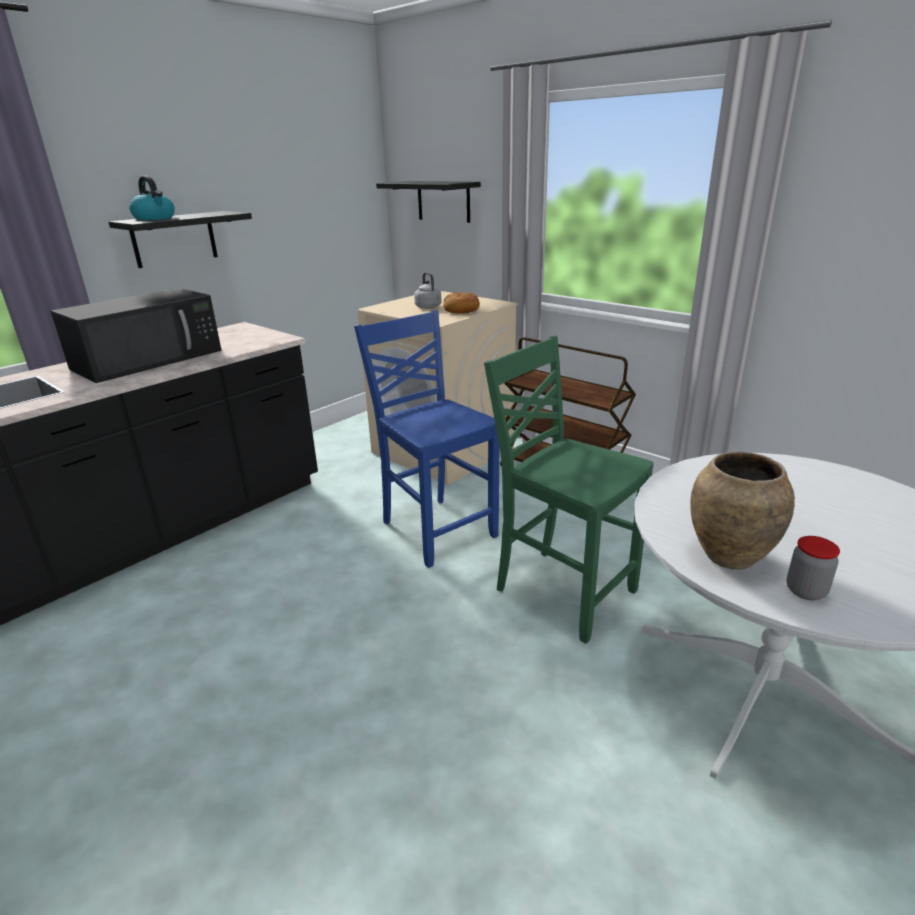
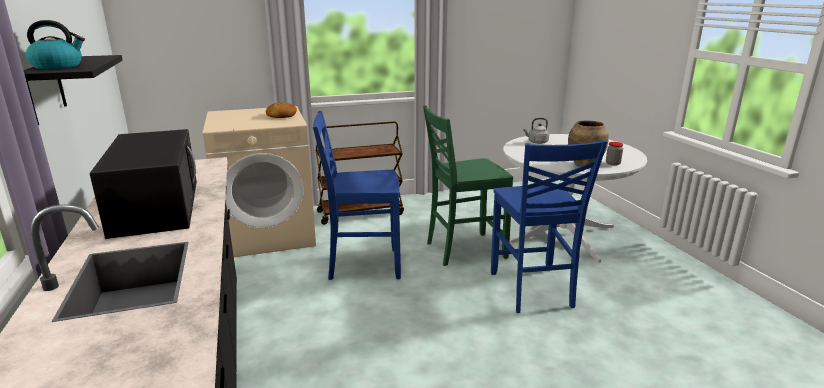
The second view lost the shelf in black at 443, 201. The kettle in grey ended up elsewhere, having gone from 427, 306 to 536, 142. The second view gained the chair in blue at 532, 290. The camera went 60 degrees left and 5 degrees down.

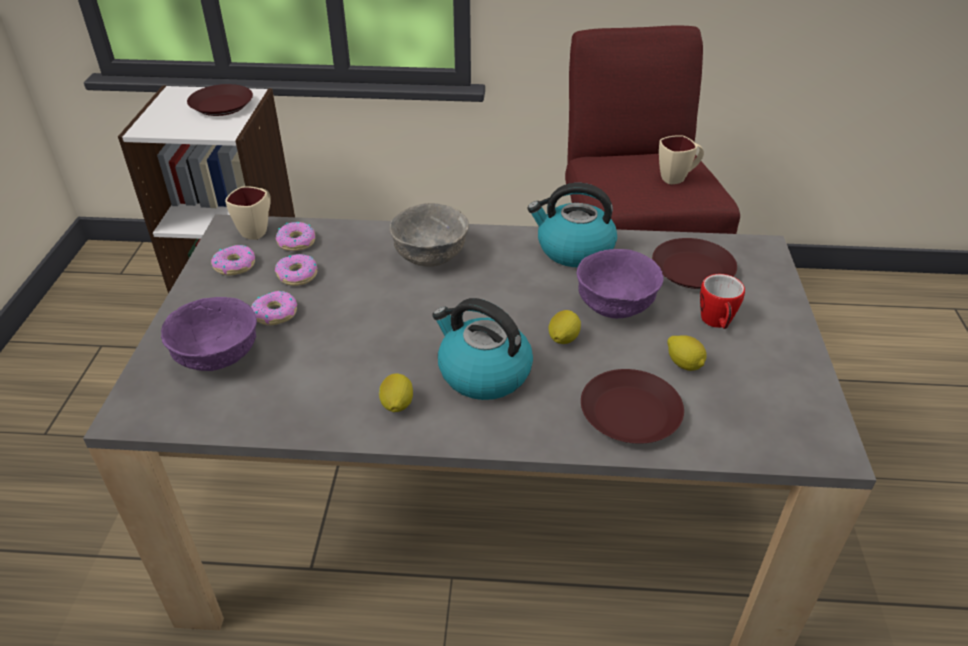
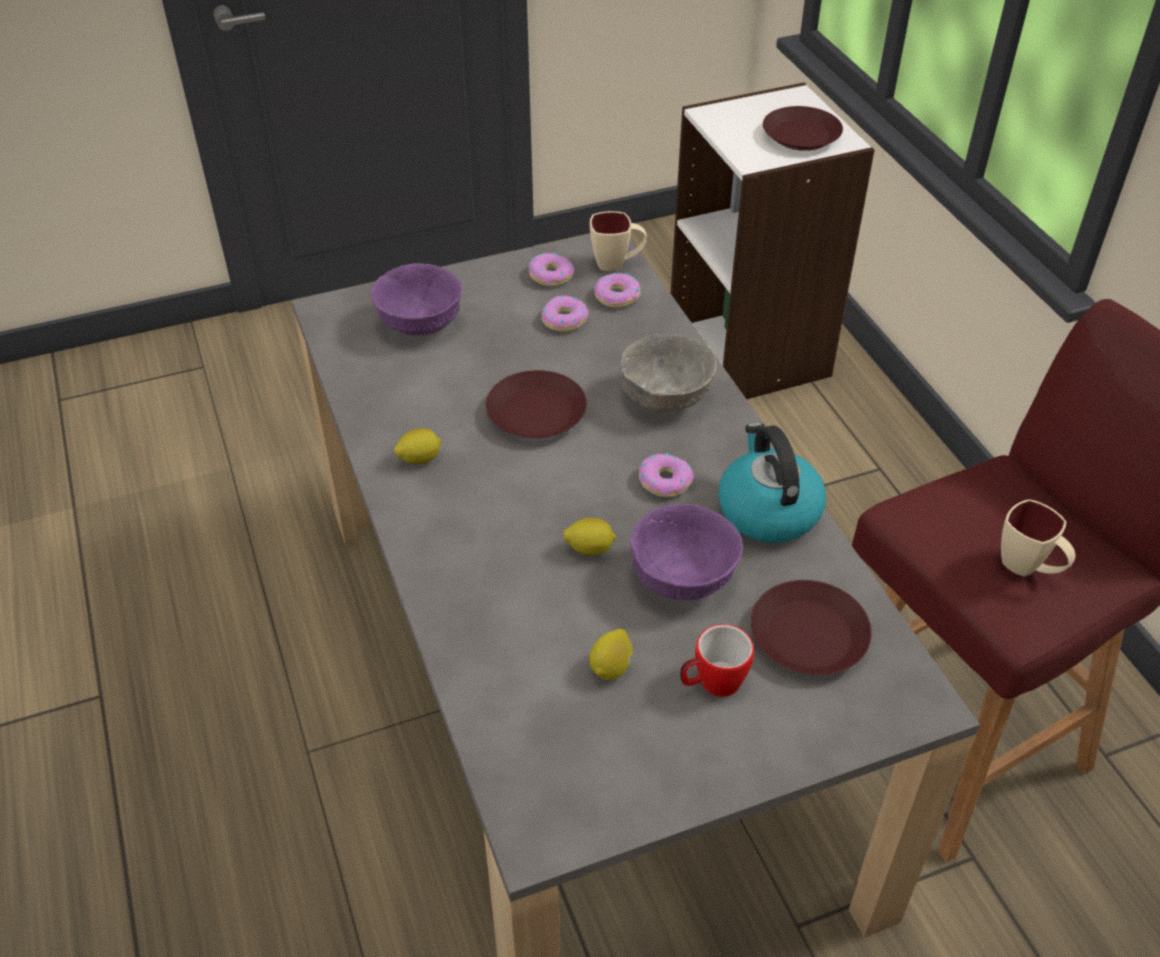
The donut ended up elsewhere, having gone from 275, 313 to 665, 481. The second view lost the kettle at 482, 373. The plate in brown ended up elsewhere, having gone from 631, 414 to 536, 414. The camera went 65 degrees right and 5 degrees up.

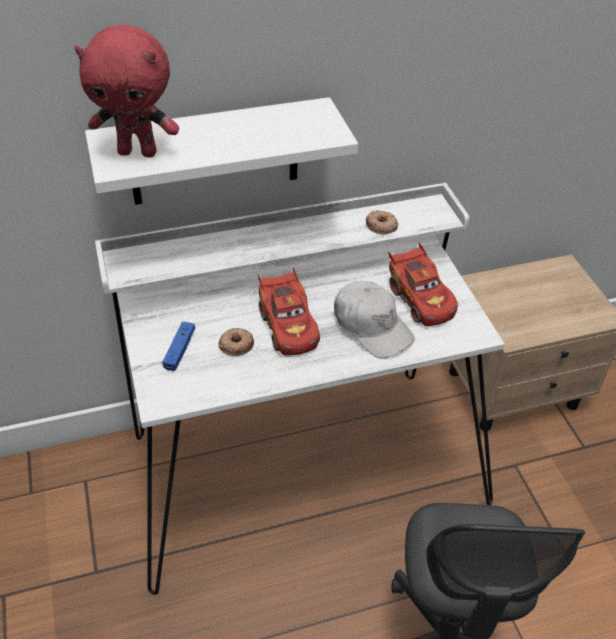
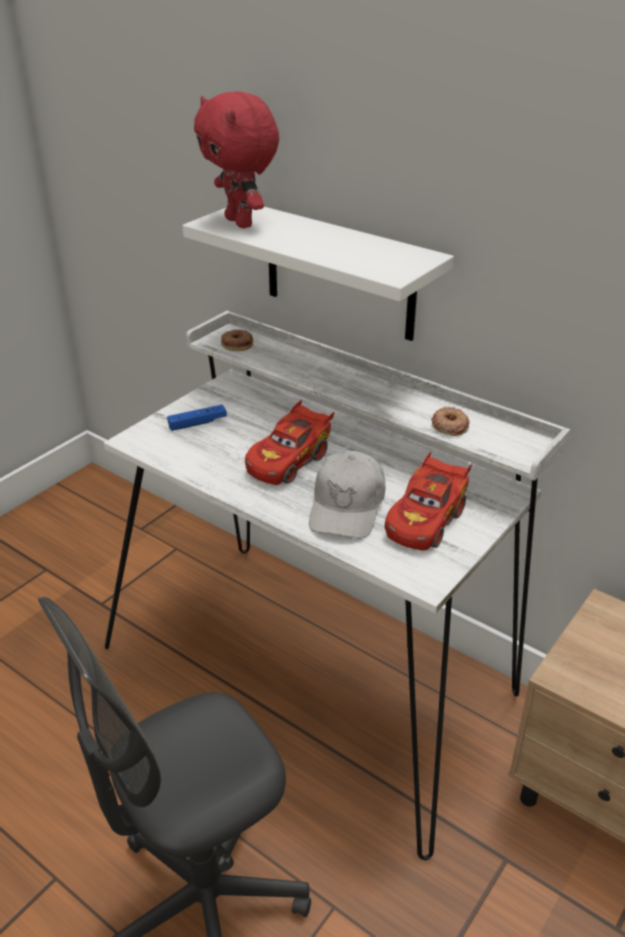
The donut ended up elsewhere, having gone from 236, 344 to 237, 344. The camera went 55 degrees right and 10 degrees down.

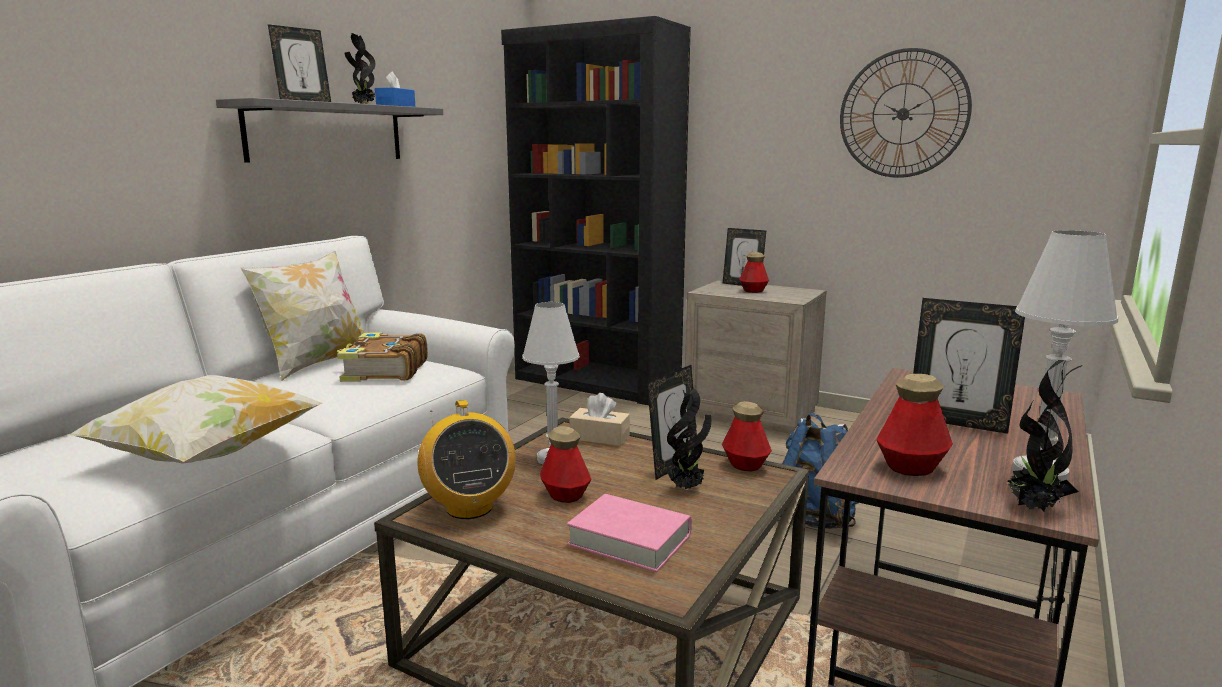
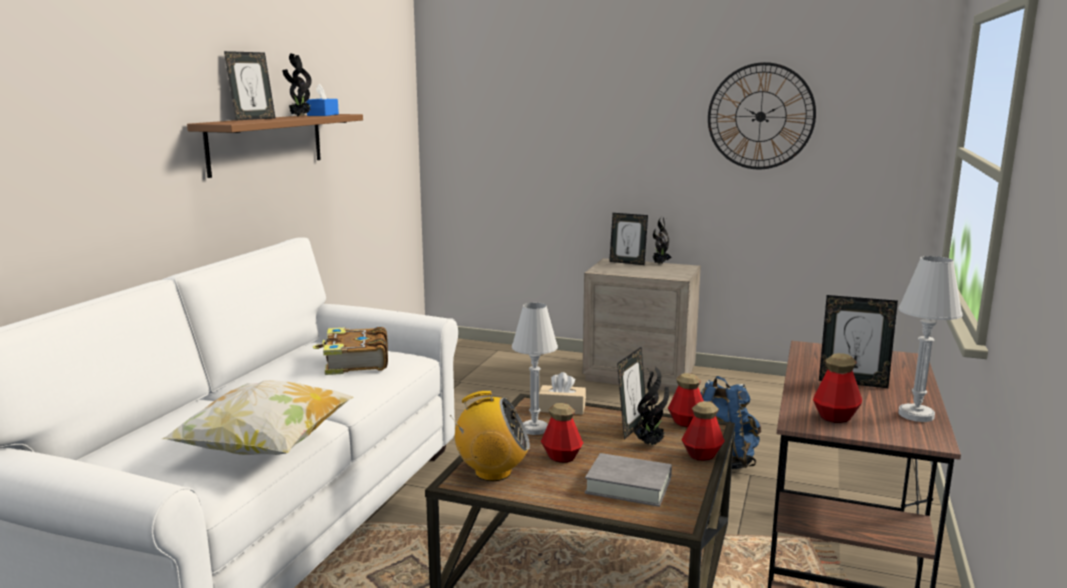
The second view lost the bookcase in black at 597, 382. What was the shelf in grey at 327, 132 turned into the shelf in brown at 266, 143. The second view lost the pillow at 316, 363. The bottle ended up elsewhere, having gone from 753, 291 to 702, 455. The potted plant ended up elsewhere, having gone from 1034, 508 to 660, 264. The radio at 469, 507 ended up facing another way, 60 degrees counterclockwise from before. What was the book in pink at 629, 540 turned into the book in grey at 628, 486. The camera went 10 degrees left and 0 degrees up.

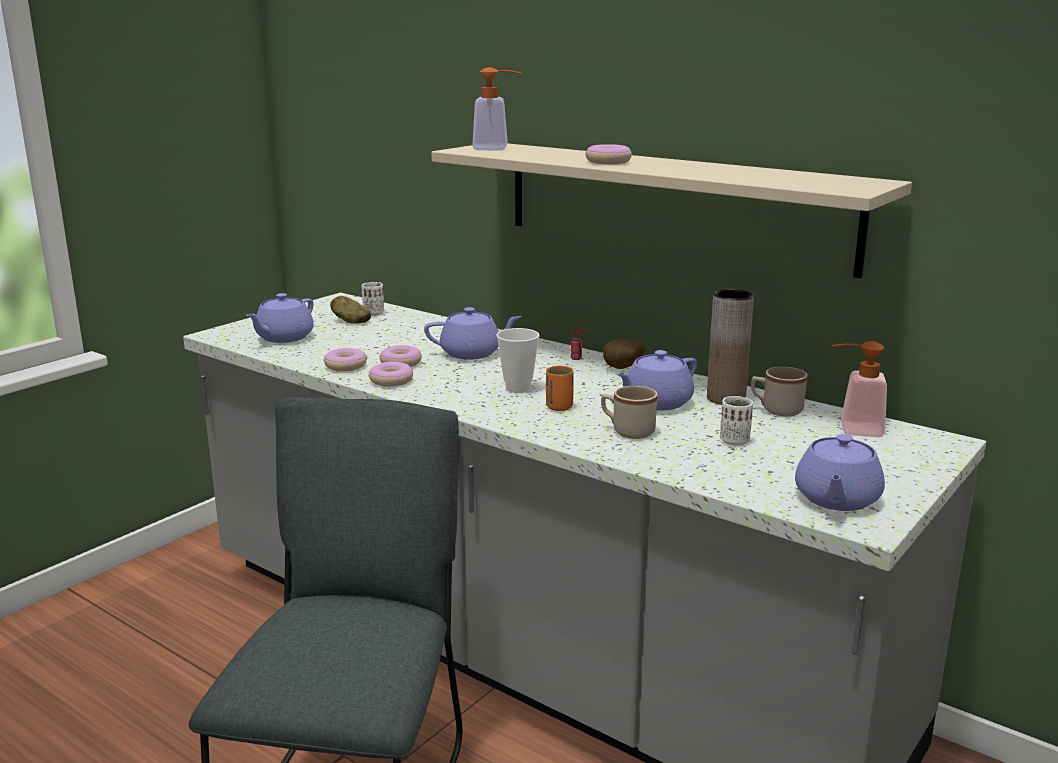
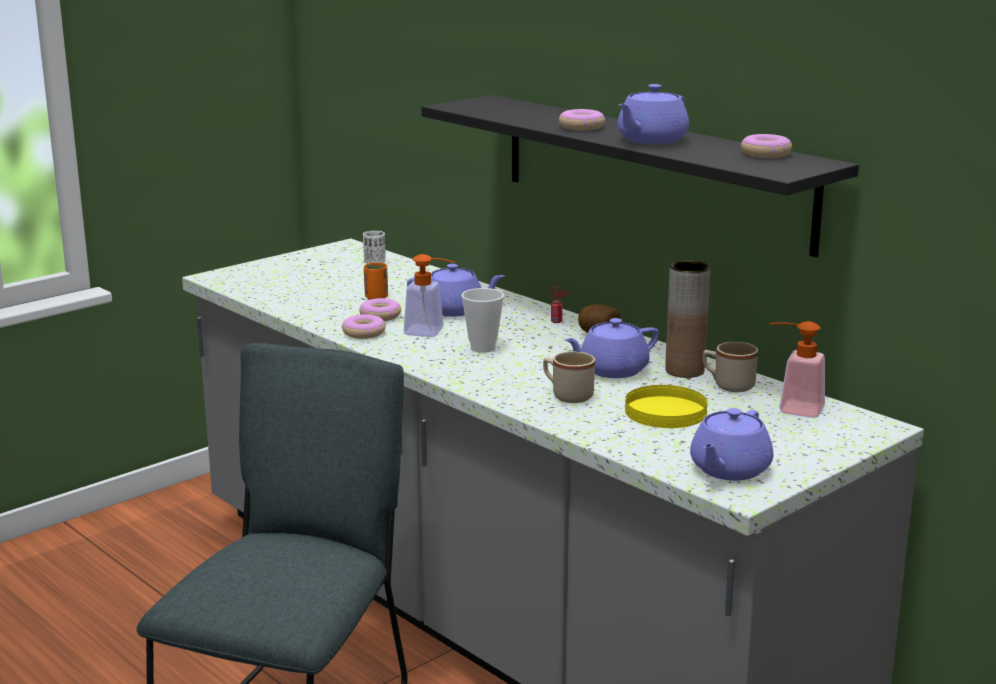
The soap dispenser ended up elsewhere, having gone from 497, 148 to 431, 332. What was the shelf in beige at 672, 204 turned into the shelf in black at 652, 170. The teapot in purple ended up elsewhere, having gone from 283, 338 to 651, 140. The second view lost the potato at 350, 321. The donut ended up elsewhere, having gone from 345, 366 to 766, 154. The cup in orange ended up elsewhere, having gone from 559, 407 to 376, 298. Where the cup in white stood at 734, 441, the plate in yellow came to stand at 666, 411. The camera went 10 degrees right and 0 degrees up.

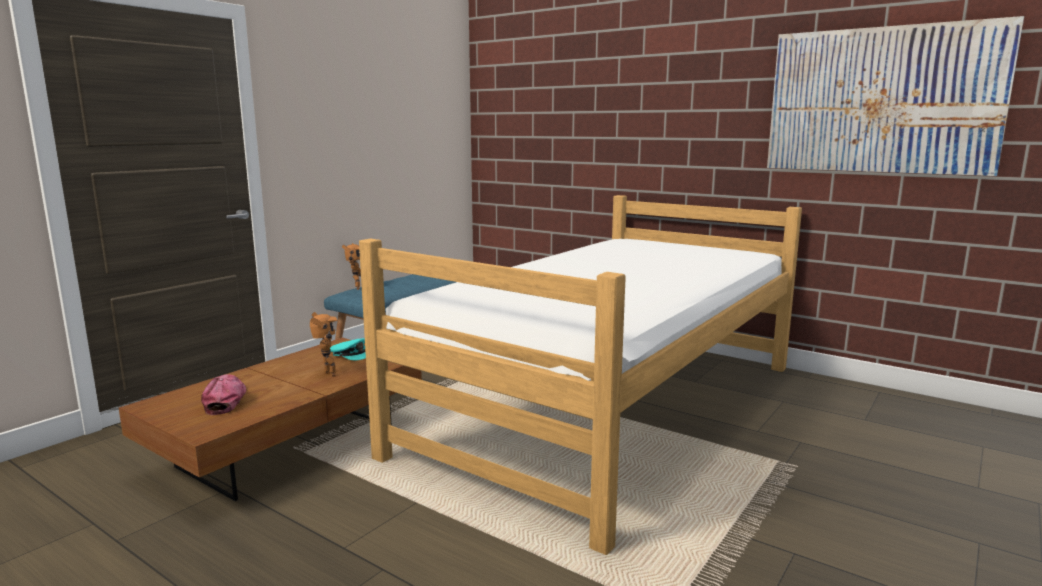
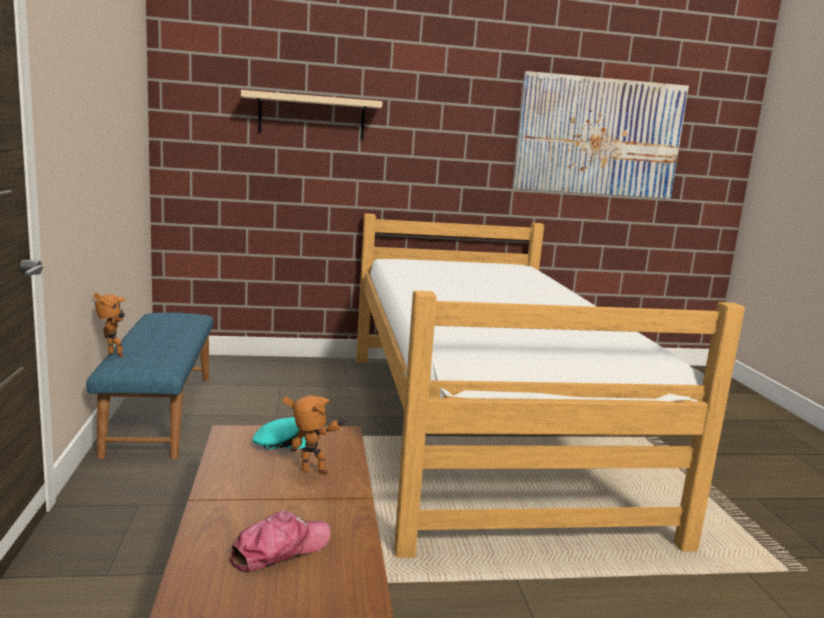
The cap at 225, 401 ended up facing another way, 105 degrees clockwise from before. The second view gained the shelf in beige at 312, 116. The camera went 45 degrees left and 0 degrees up.

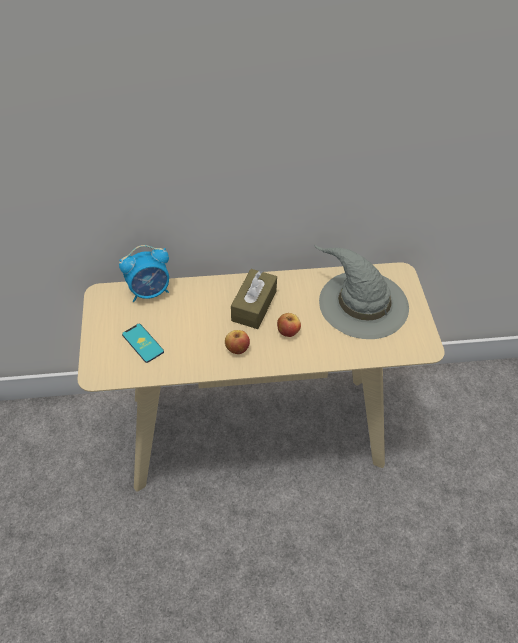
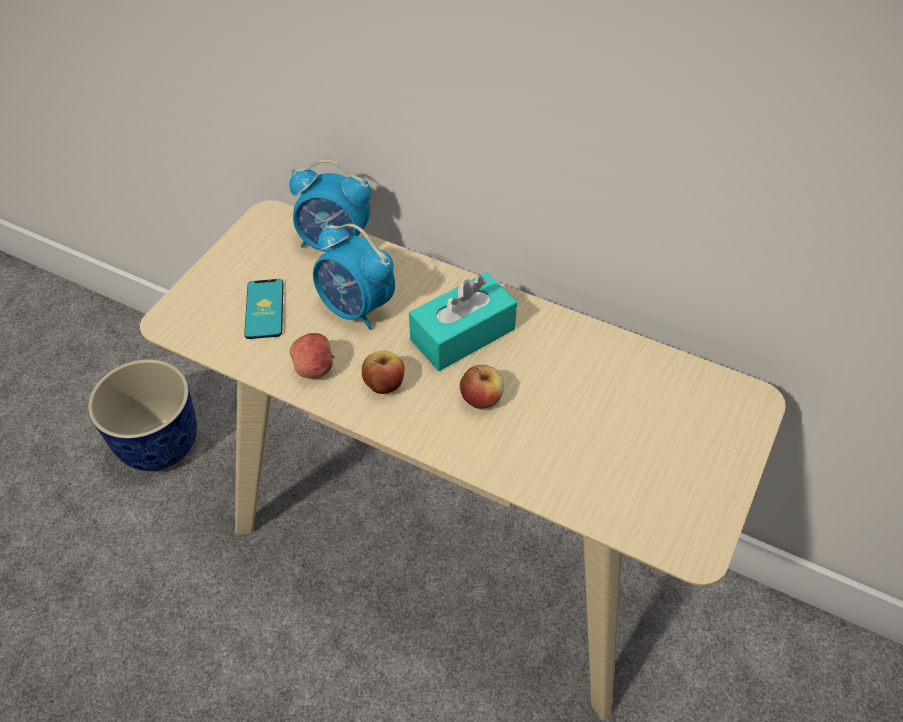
The second view lost the hat in grey at 362, 303. What was the tissue box in brown at 254, 306 turned into the tissue box in turquoise at 462, 334. The second view gained the alarm clock at 356, 308. The second view gained the apple at 314, 368. The second view gained the planter at 161, 445. The camera went 35 degrees right and 0 degrees up.

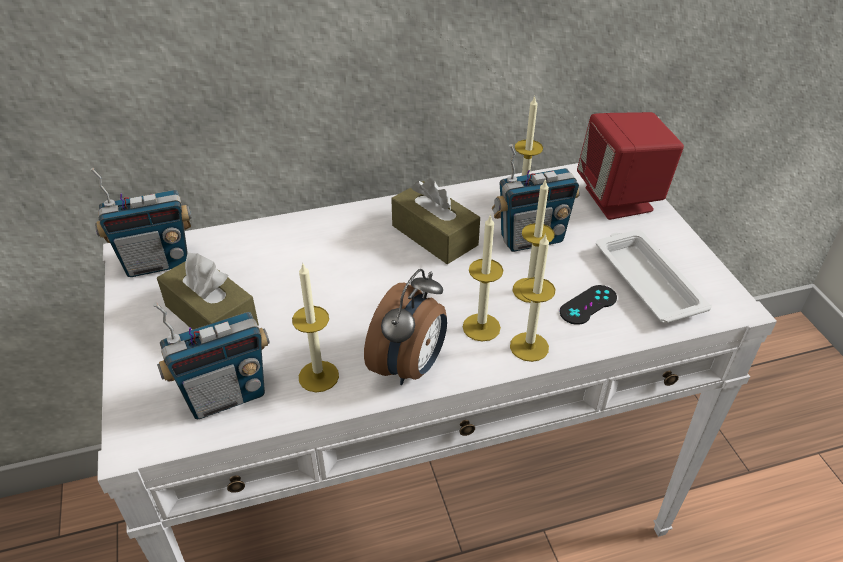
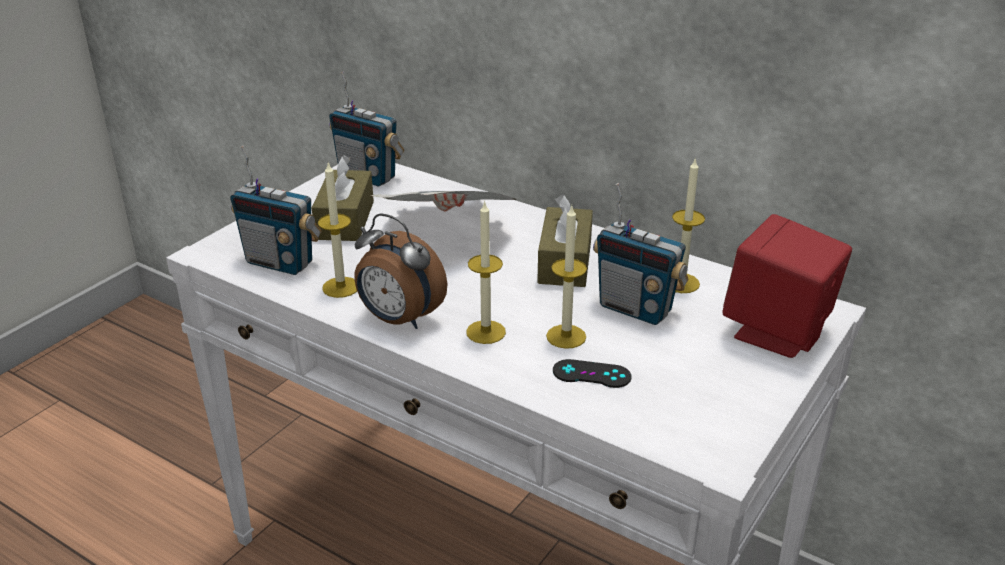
The second view lost the tray in white at 646, 280. The second view lost the candle at 529, 347. The alarm clock at 410, 366 ended up facing another way, 45 degrees clockwise from before. The second view gained the newspaper at 447, 231. The camera went 50 degrees right and 10 degrees down.

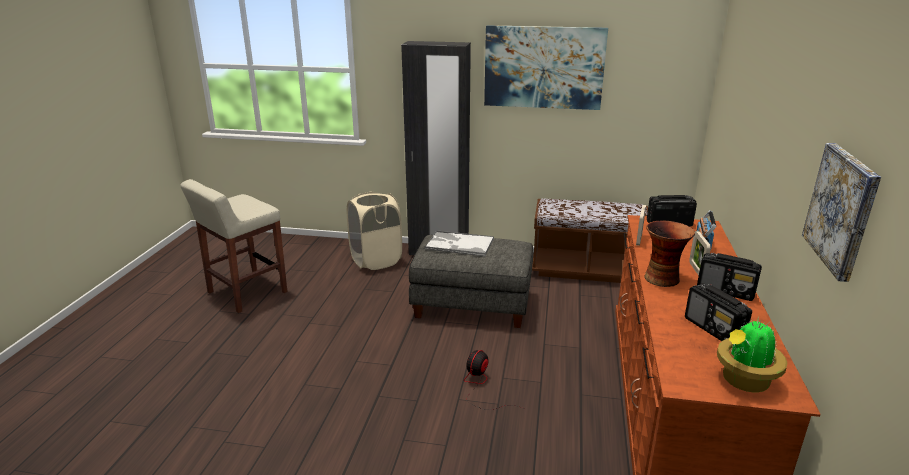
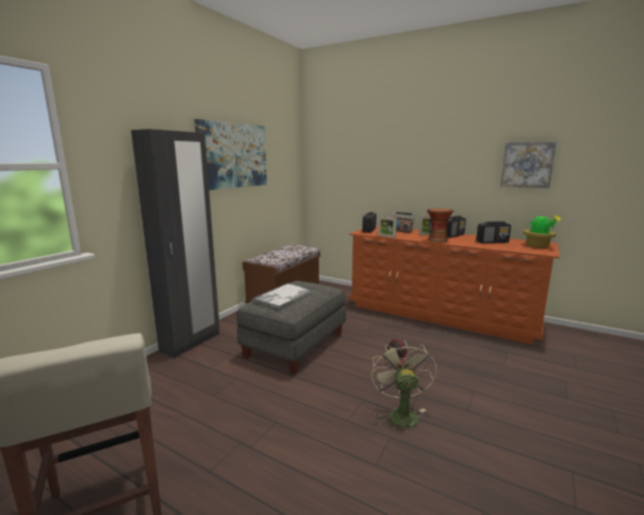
The second view lost the laundry basket in beige at 376, 260. The second view gained the fan in beige at 400, 413. The camera went 70 degrees left and 10 degrees down.

